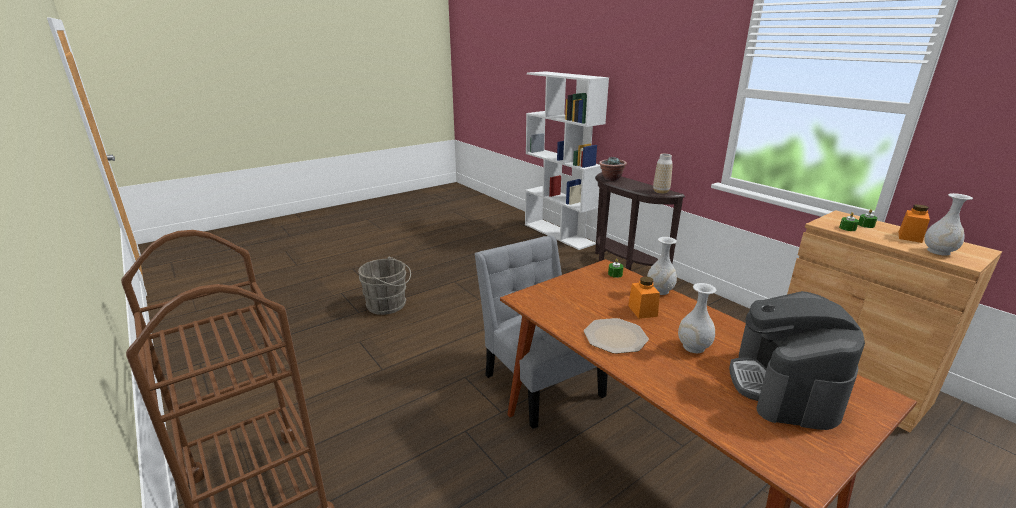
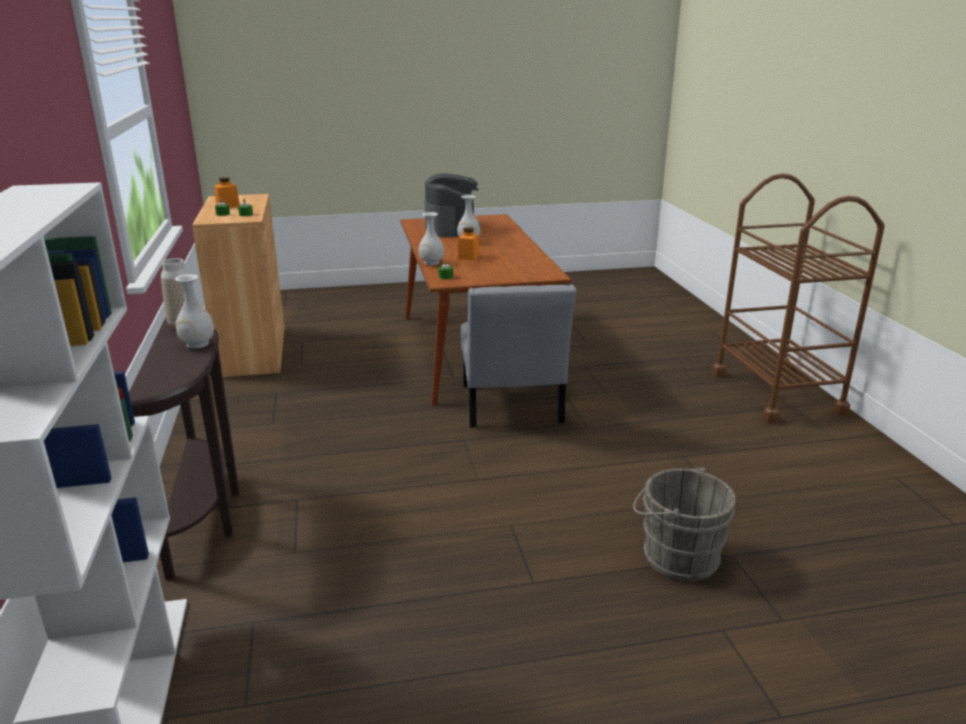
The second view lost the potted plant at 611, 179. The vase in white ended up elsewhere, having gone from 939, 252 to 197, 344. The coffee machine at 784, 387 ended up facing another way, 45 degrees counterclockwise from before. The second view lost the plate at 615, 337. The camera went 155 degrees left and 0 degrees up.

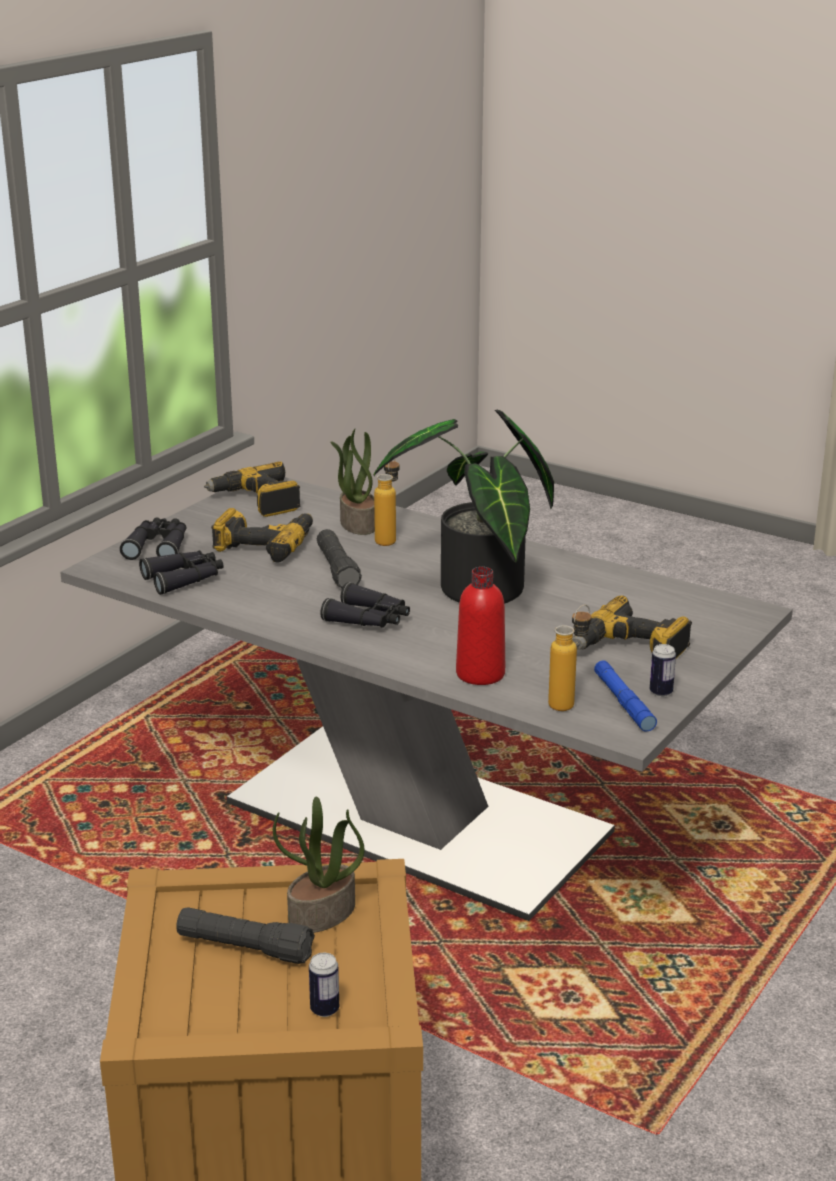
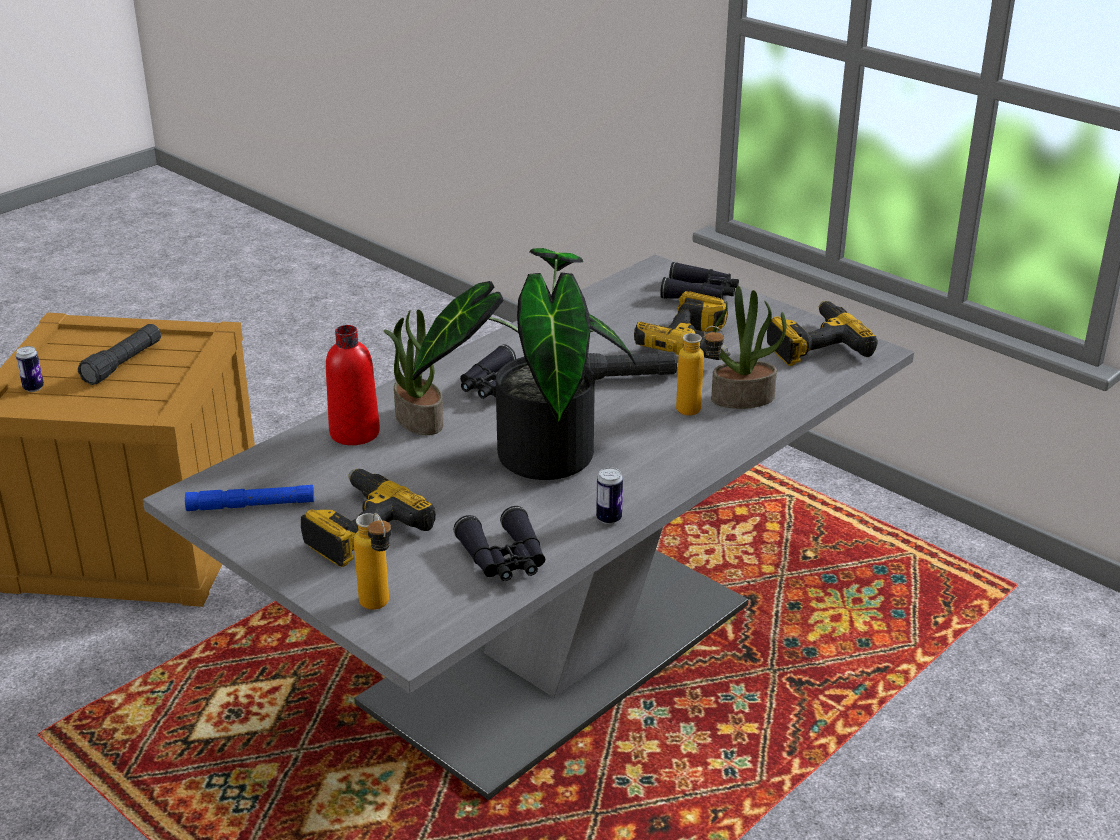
The binoculars in black ended up elsewhere, having gone from 185, 579 to 504, 559. The bottle ended up elsewhere, having gone from 568, 702 to 379, 608. The can ended up elsewhere, having gone from 661, 692 to 609, 518. The potted plant ended up elsewhere, having gone from 322, 915 to 417, 419. The camera went 100 degrees right and 5 degrees up.

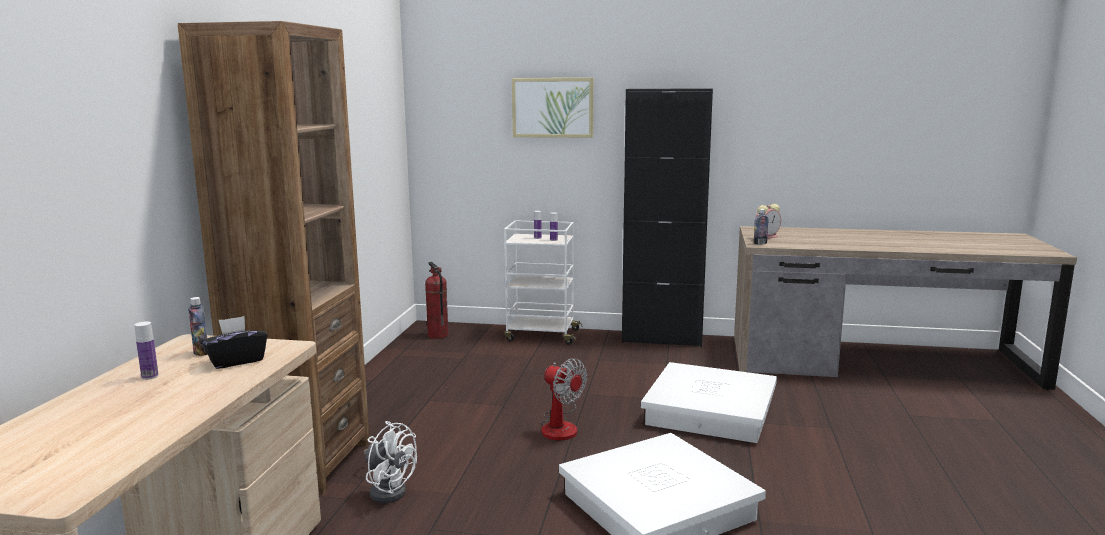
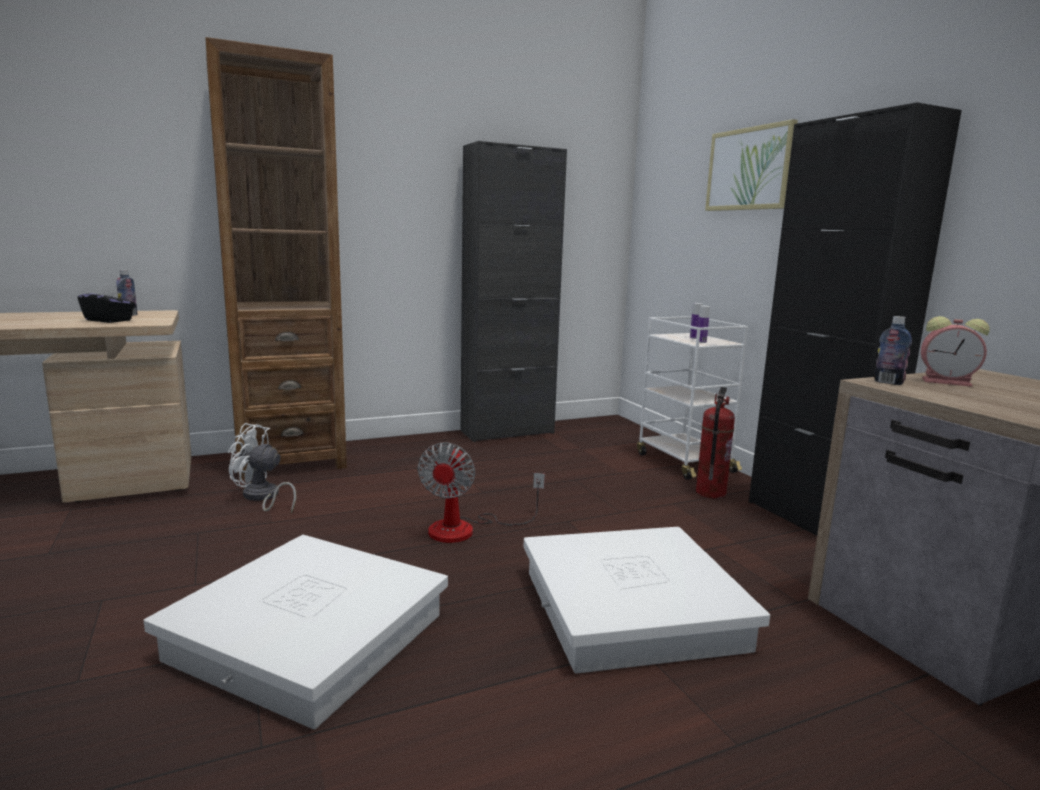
The fire extinguisher ended up elsewhere, having gone from 437, 335 to 710, 493. The second view lost the bottle at 150, 376. The fan in white at 388, 490 ended up facing another way, 105 degrees clockwise from before. The second view gained the cabinet in black at 507, 432. The camera went 55 degrees right and 0 degrees up.

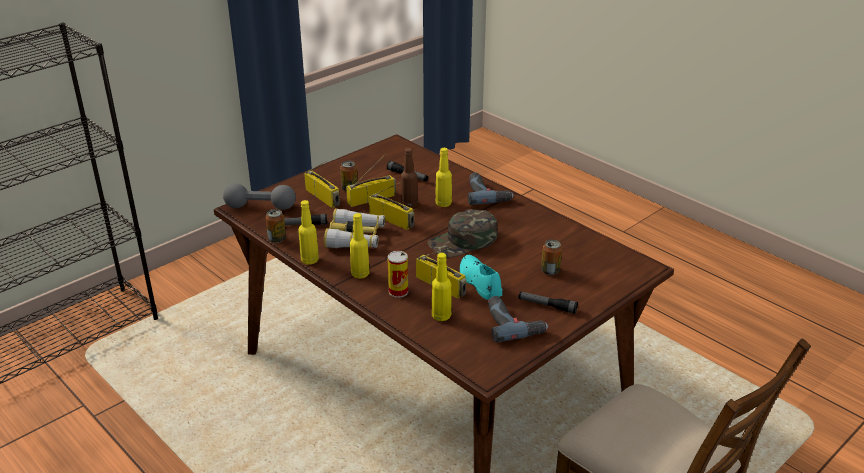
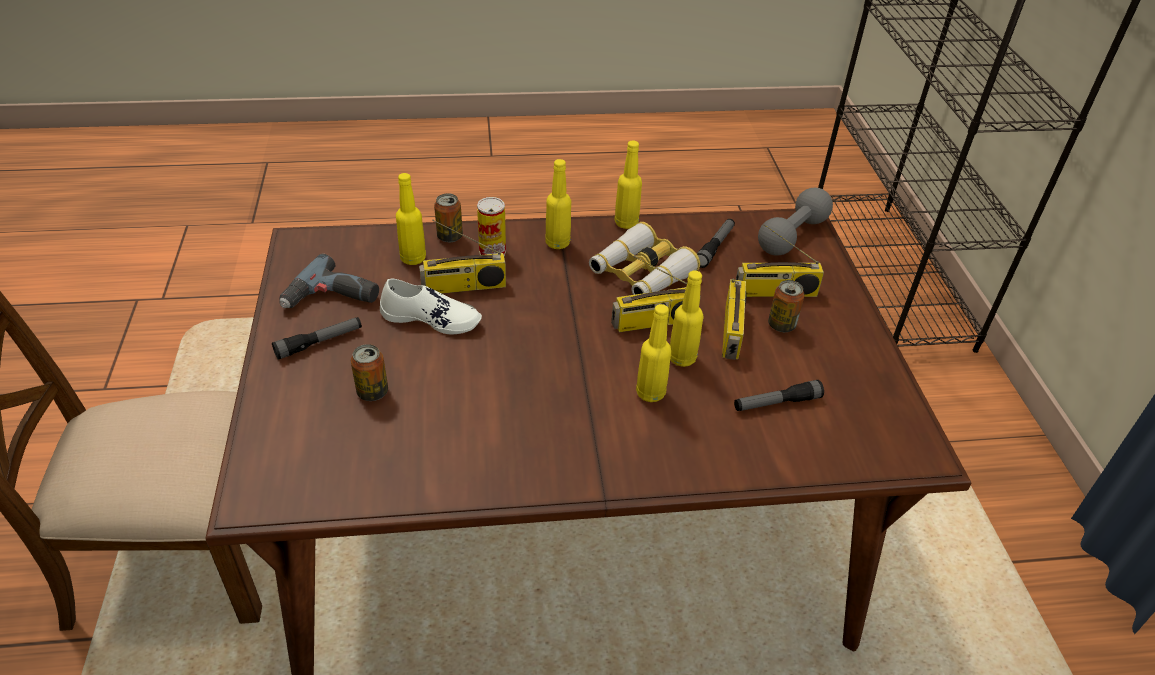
What was the bottle in brown at 409, 204 turned into the bottle in yellow at 682, 358. The second view lost the power drill at 487, 193. The can ended up elsewhere, having gone from 277, 239 to 449, 236. The second view lost the cap in green at 463, 241. What was the shoe in turquoise at 479, 282 turned into the shoe in white at 431, 318. The camera went 125 degrees right and 10 degrees up.

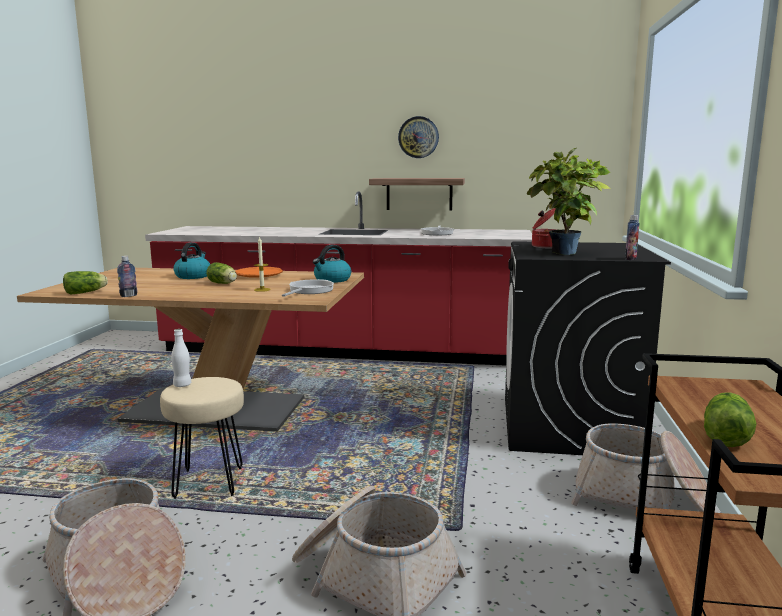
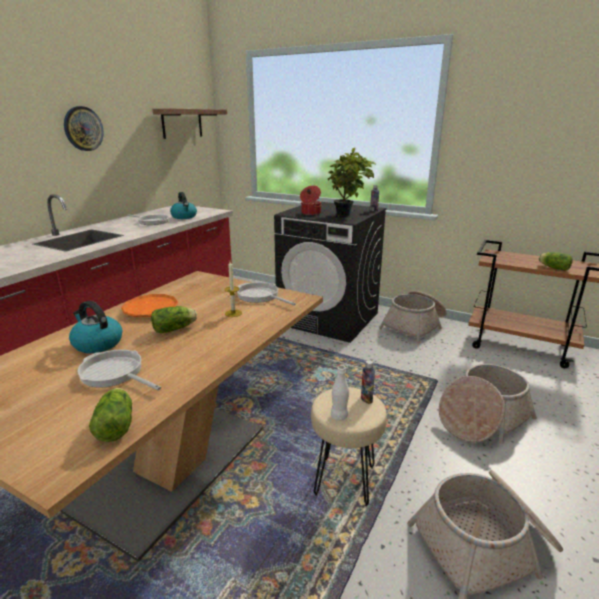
The shelf ended up elsewhere, having gone from 419, 194 to 182, 123. The kettle ended up elsewhere, having gone from 332, 280 to 184, 217. The bottle ended up elsewhere, having gone from 128, 296 to 366, 399. The second view gained the frying pan at 114, 373. The camera went 70 degrees left and 10 degrees up.

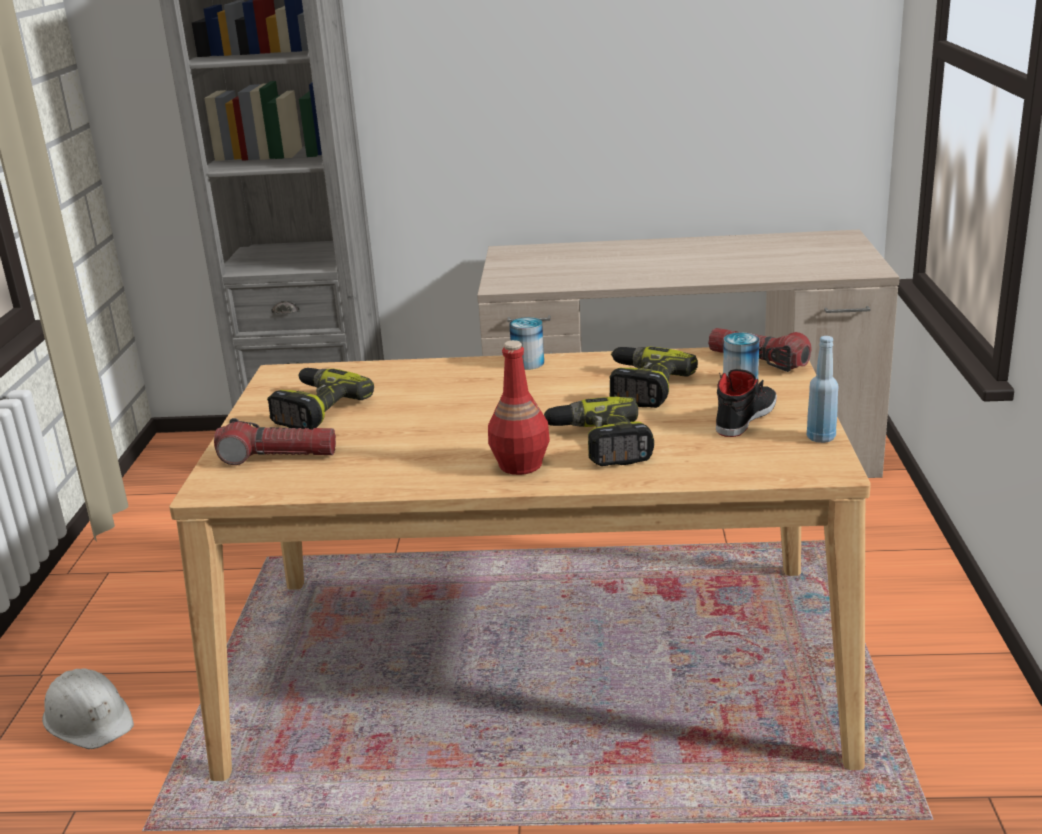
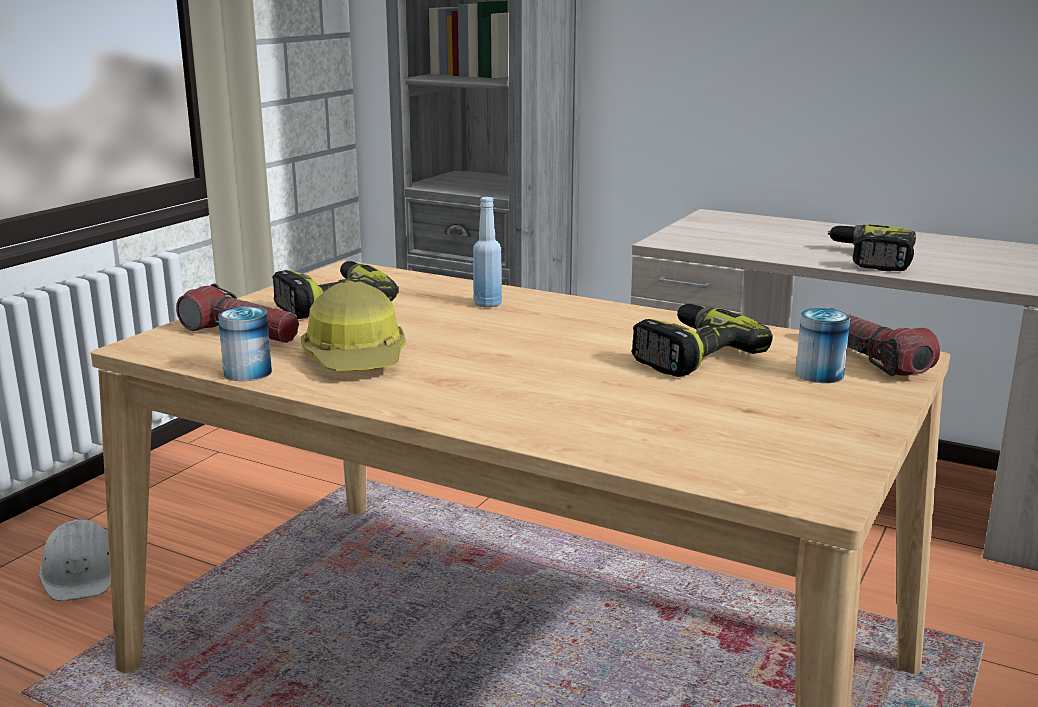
The can ended up elsewhere, having gone from 528, 363 to 248, 372. The bottle in blue ended up elsewhere, having gone from 821, 438 to 488, 304. The second view lost the bottle in red at 520, 465. The second view lost the shoe in black at 745, 417. The power drill ended up elsewhere, having gone from 599, 444 to 870, 259. The second view gained the hard hat at 357, 359. The camera went 25 degrees right and 5 degrees down.

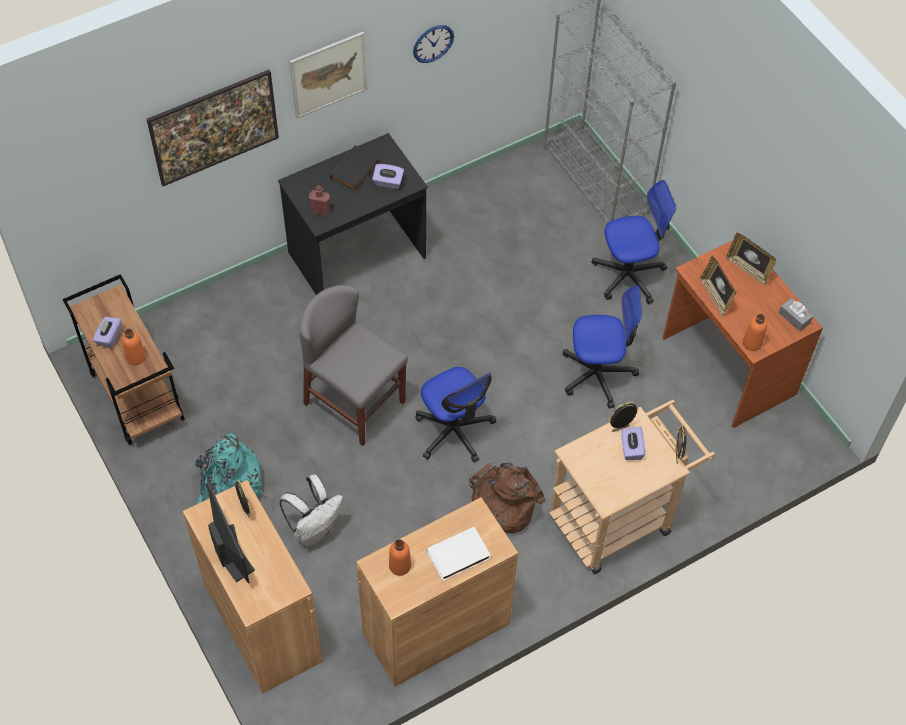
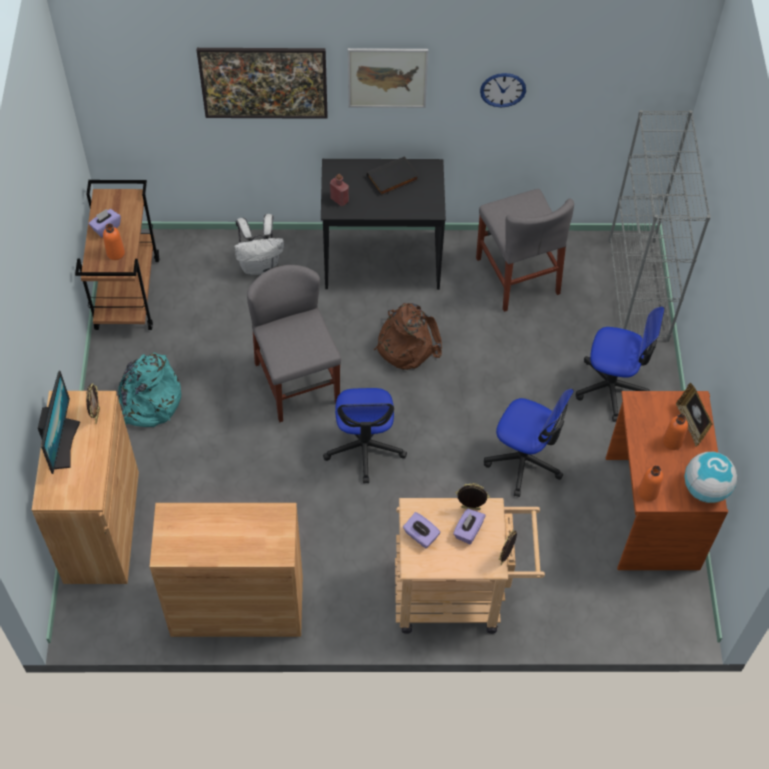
The tissue box in purple ended up elsewhere, having gone from 388, 182 to 420, 536. The second view lost the picture frame at 715, 296. Where the tissue box in grey stood at 794, 318, the globe came to stand at 705, 489. The backpack in brown ended up elsewhere, having gone from 503, 503 to 406, 343. The backpack in white ended up elsewhere, having gone from 315, 529 to 260, 265. The second view lost the book in white at 458, 556. The bottle in orange ended up elsewhere, having gone from 400, 566 to 672, 441. The second view gained the chair in grey at 517, 275. The camera went 30 degrees right and 0 degrees up.

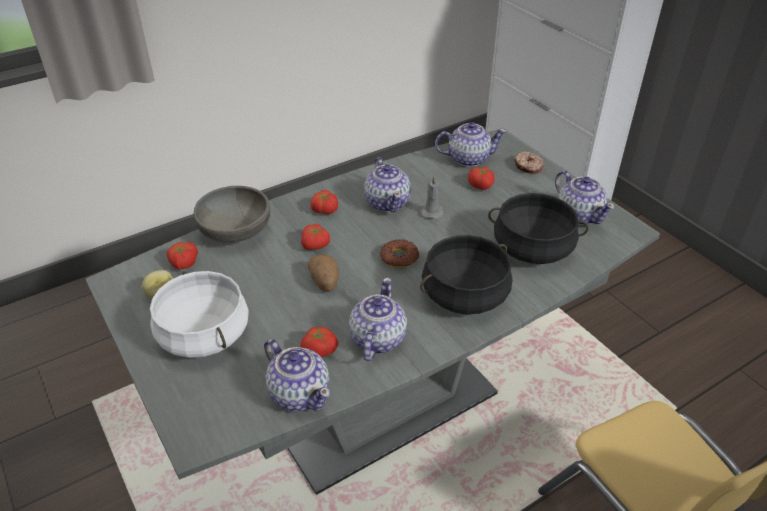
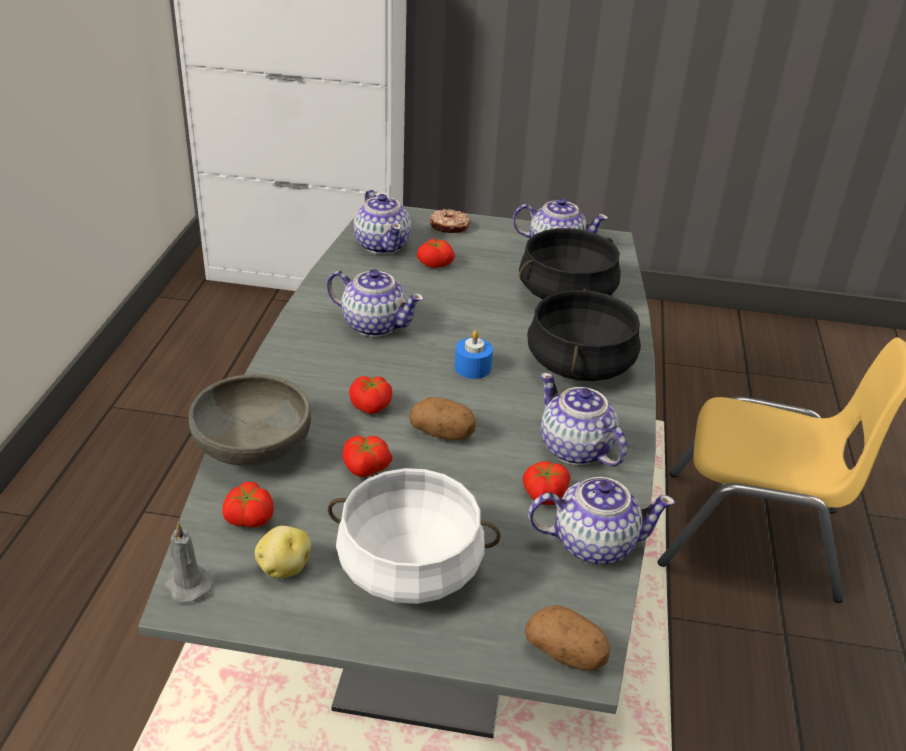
The teapot at 468, 158 ended up facing another way, 120 degrees clockwise from before. The candle in grey ended up elsewhere, having gone from 431, 212 to 187, 584. The tomato ended up elsewhere, having gone from 324, 210 to 365, 468. Where the donut stood at 399, 257, the candle in blue came to stand at 472, 368. The second view gained the potato at 566, 654. The camera went 50 degrees left and 5 degrees down.

